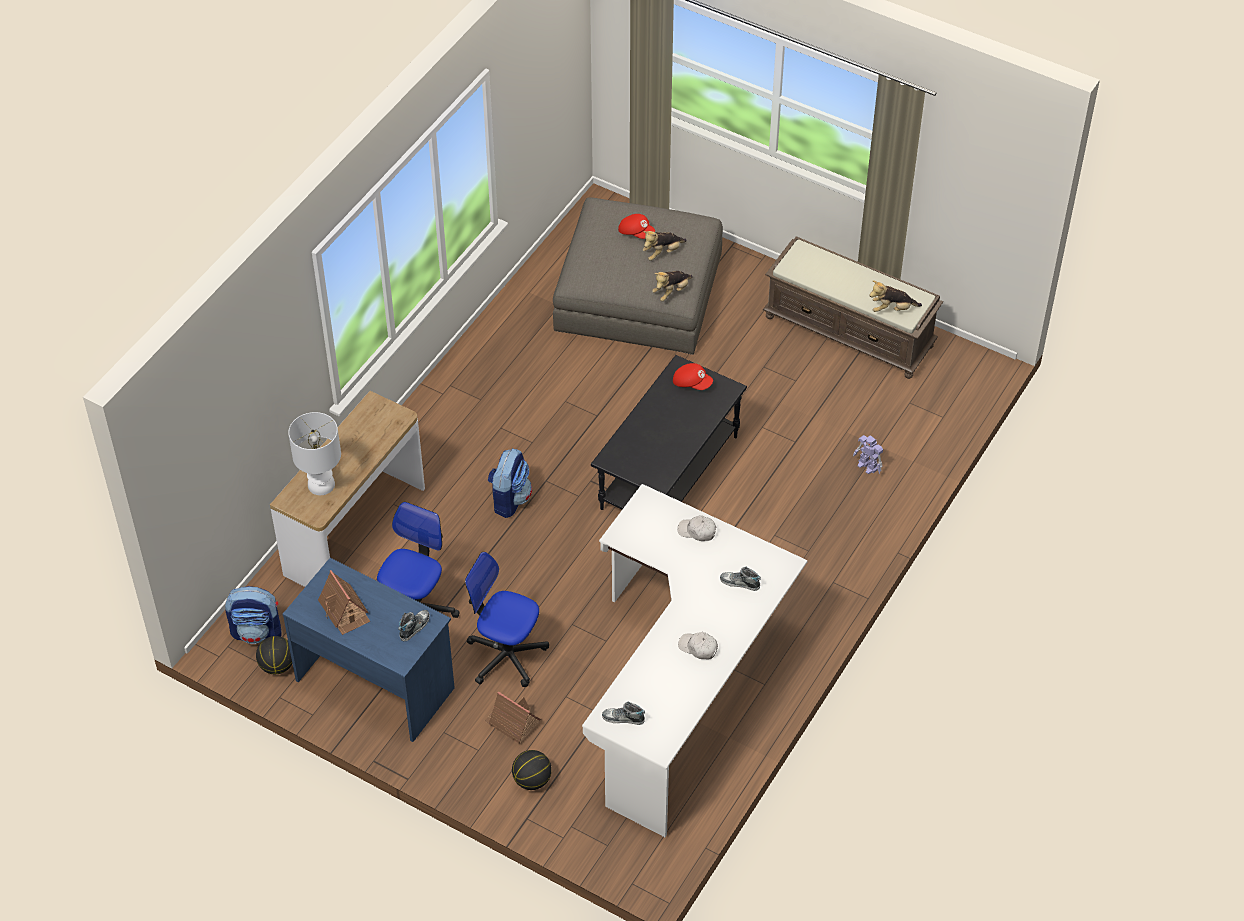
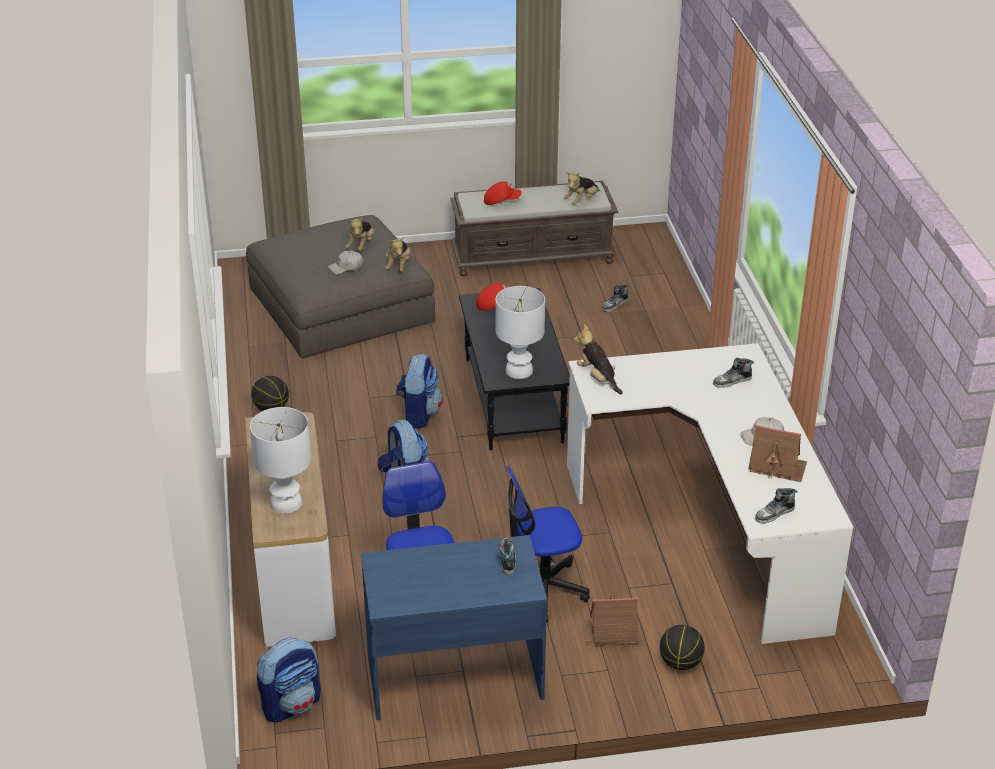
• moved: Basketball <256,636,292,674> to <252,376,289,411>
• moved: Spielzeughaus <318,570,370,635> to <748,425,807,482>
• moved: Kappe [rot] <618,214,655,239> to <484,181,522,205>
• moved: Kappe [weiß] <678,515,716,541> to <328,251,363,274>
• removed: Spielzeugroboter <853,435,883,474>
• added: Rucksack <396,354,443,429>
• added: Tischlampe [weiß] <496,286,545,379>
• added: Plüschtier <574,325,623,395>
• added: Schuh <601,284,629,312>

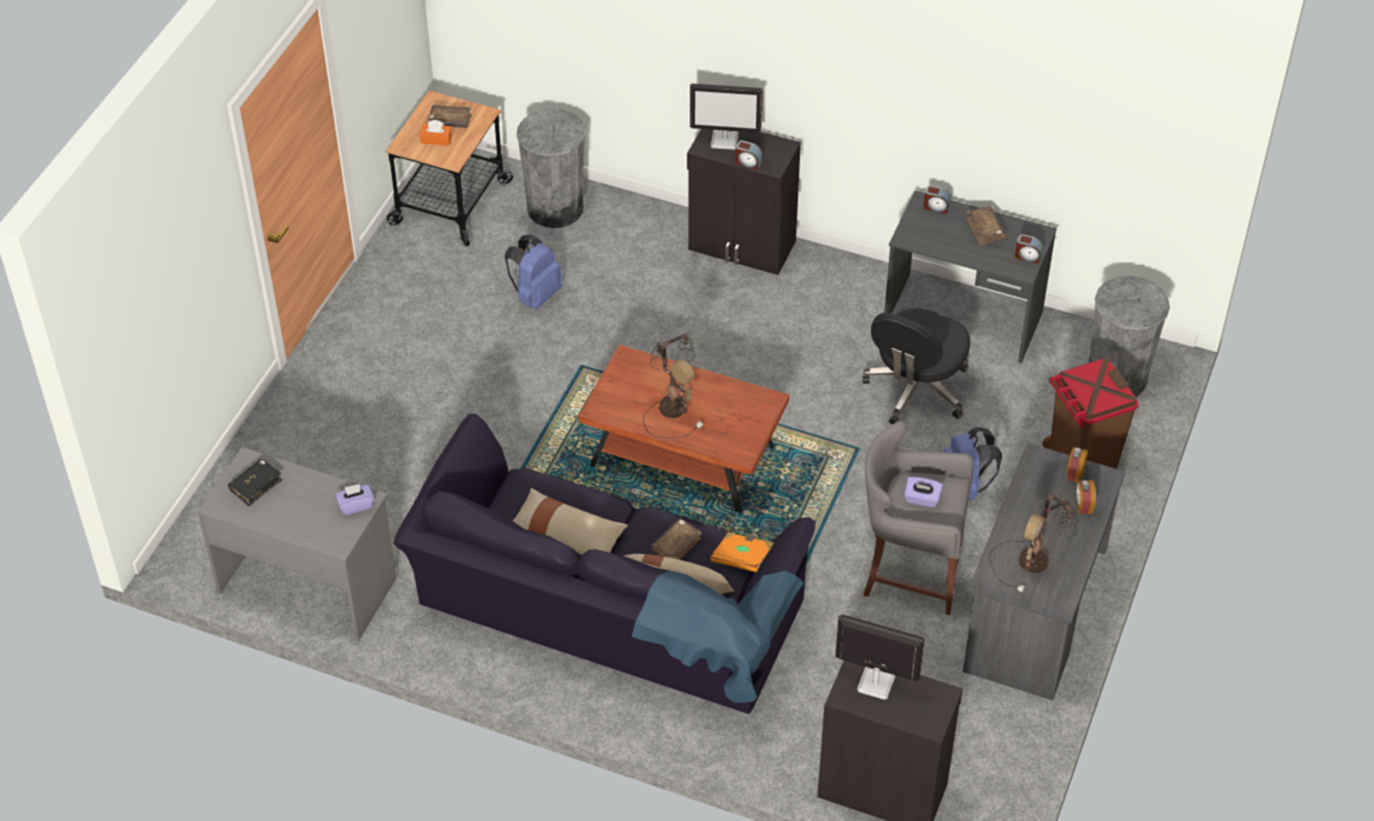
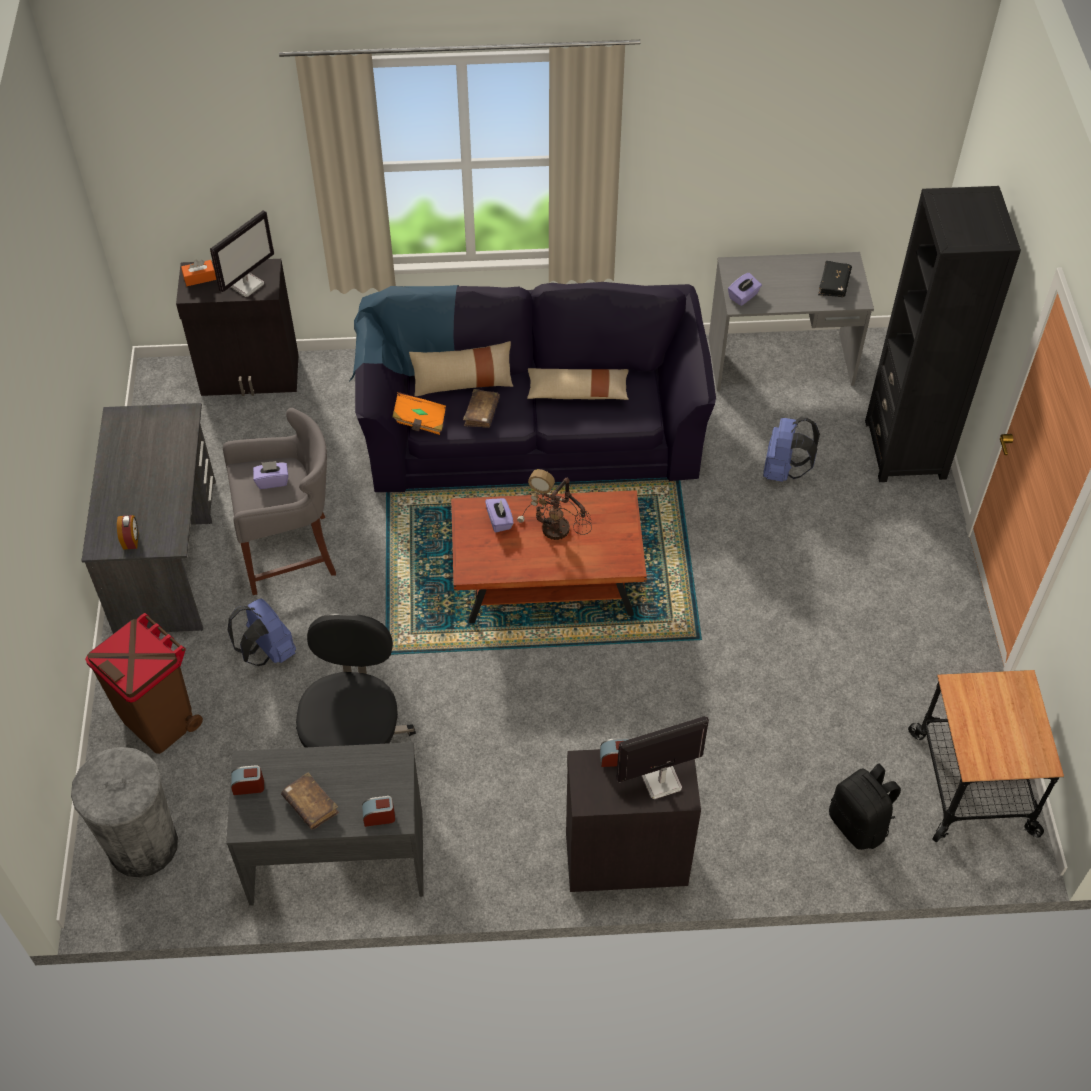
• moved: Taschentuchbox [orange] <420,120,452,146> to <181,259,216,286>
• removed: Buch [braun] <428,105,472,128>
• moved: Rucksack [blau] <505,235,562,309> to <763,417,820,482>
• replaced: Mülleimer [grau] <516,109,586,228> to Rucksack [schwarz] <829,763,901,850>
• turned: Monitor <835,614,925,700> = <210,210,274,297> 45 degrees counterclockwise
• removed: Tischlampe <989,494,1077,592>
• removed: Wecker <1075,480,1096,514>
• added: Taschentuchbox [lila] <485,498,514,532>
• added: Bücherregal [schwarz] <865,186,1021,482>

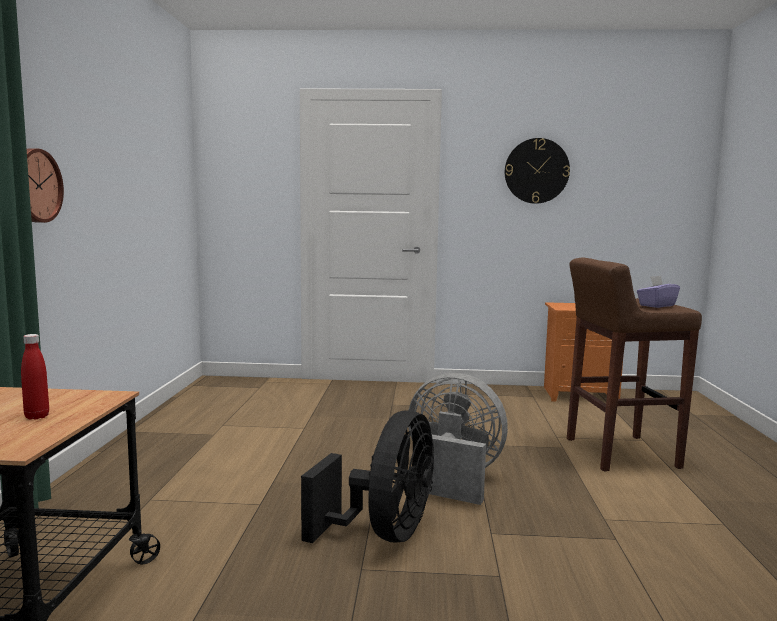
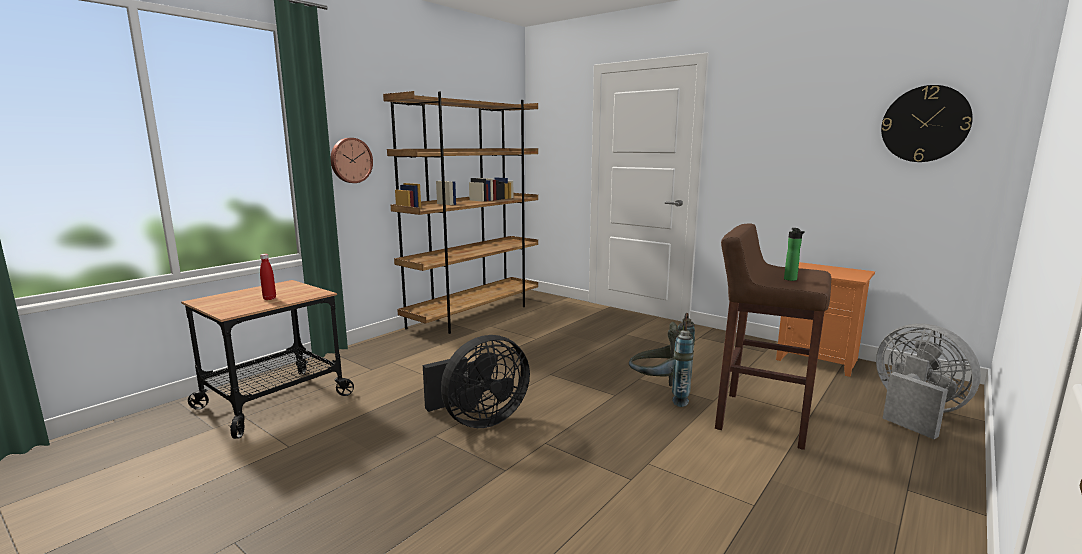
• moved: Ventilator [grau] <408,373,508,505> to <876,323,981,439>
• moved: Wanduhr <505,138,570,204> to <881,85,973,162>
• replaced: Taschentuchbox [lila] <637,276,680,308> to Flasche <784,228,805,281>
• added: Bücherregal [braun] <383,91,538,334>
• added: Rucksack [grau] <629,313,695,407>

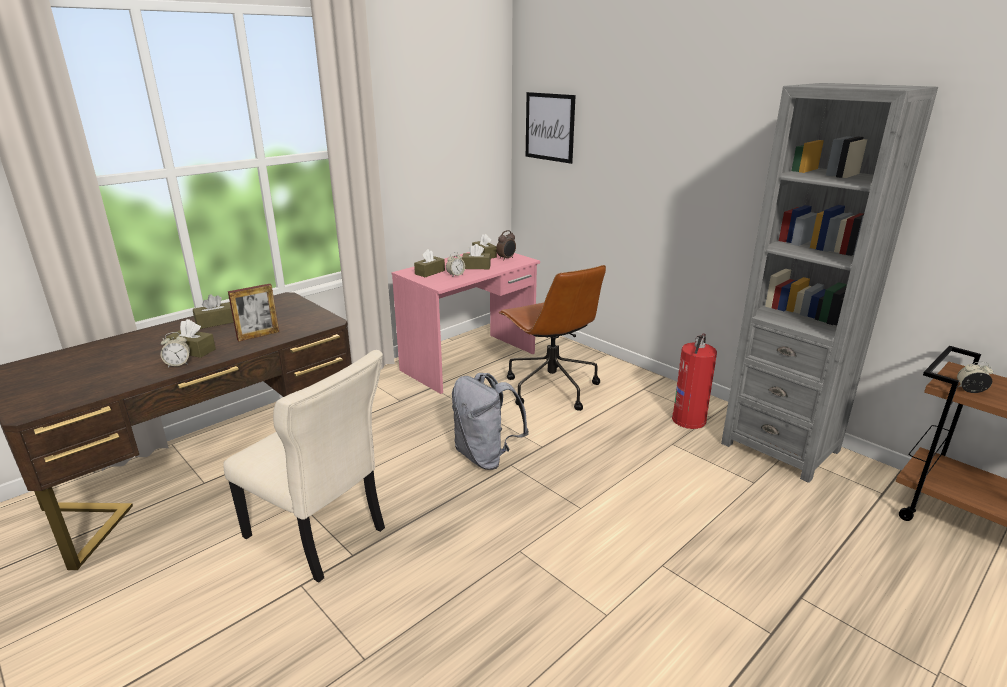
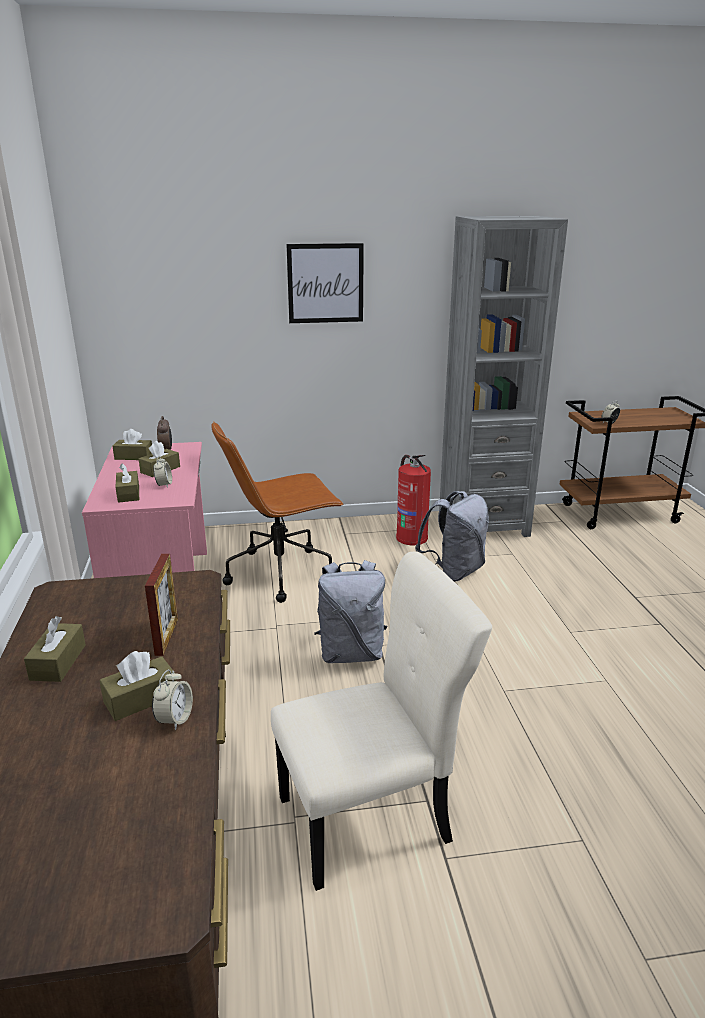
• turned: Bürostuhl [braun] <499,265,606,411> = <212,421,344,603> 150 degrees clockwise
• moved: Bild <526,92,576,164> to <286,243,364,323>
• added: Rucksack [grau] <415,491,489,582>

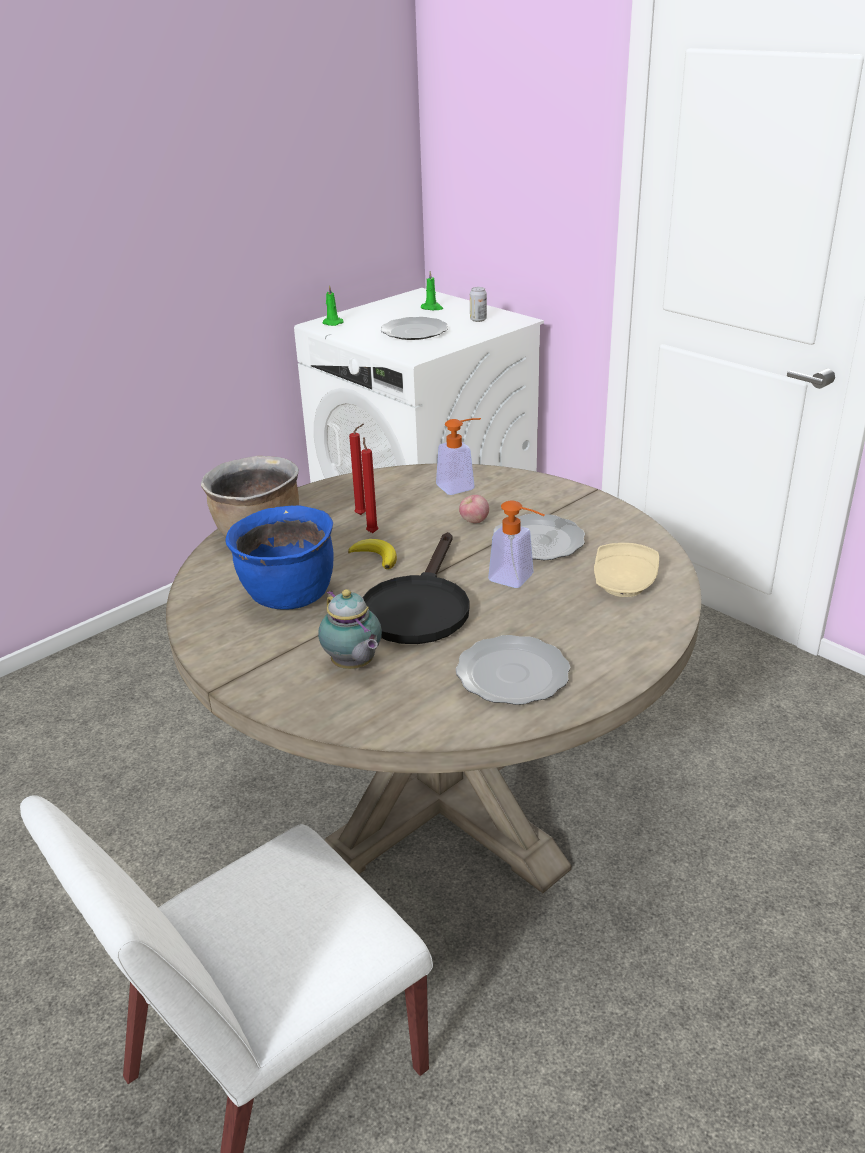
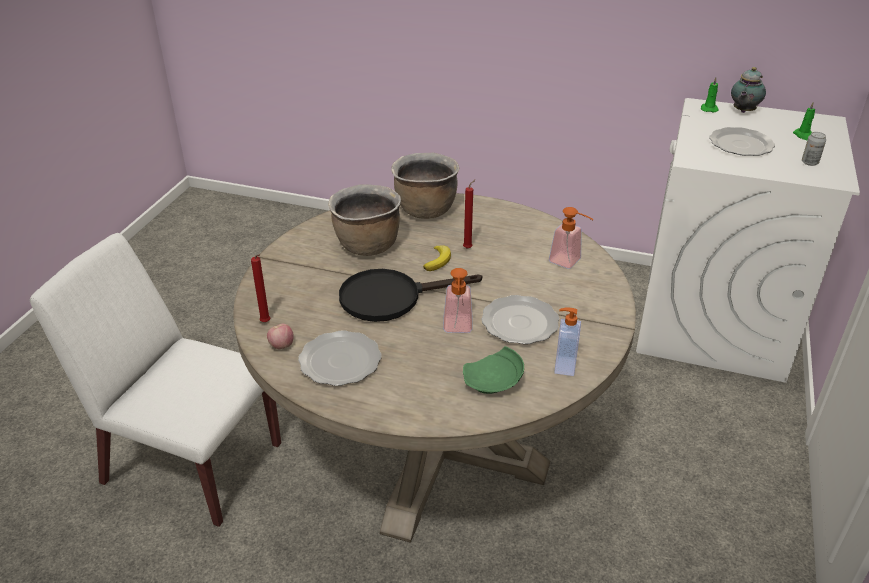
• recoloured: Kochtopf [blau] <226,506,333,609> to Kochtopf [braun] <328,184,401,256>
• moved: Teekanne <318,589,382,669> to <731,67,766,113>
• moved: Kerze [rot] <349,424,366,515> to <251,254,270,322>
• moved: Apfel <459,495,489,523> to <267,324,294,349>
• recoloured: Teller [beige] <594,543,659,597> to Teller [grün] <463,346,524,394>
• added: Seifenspender <554,308,581,376>

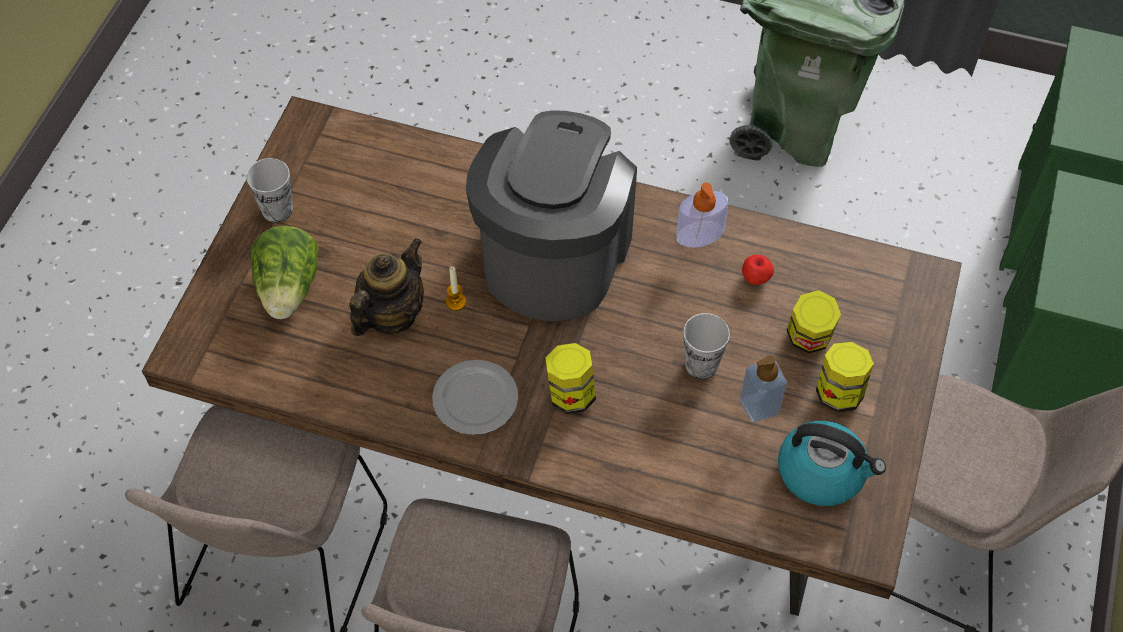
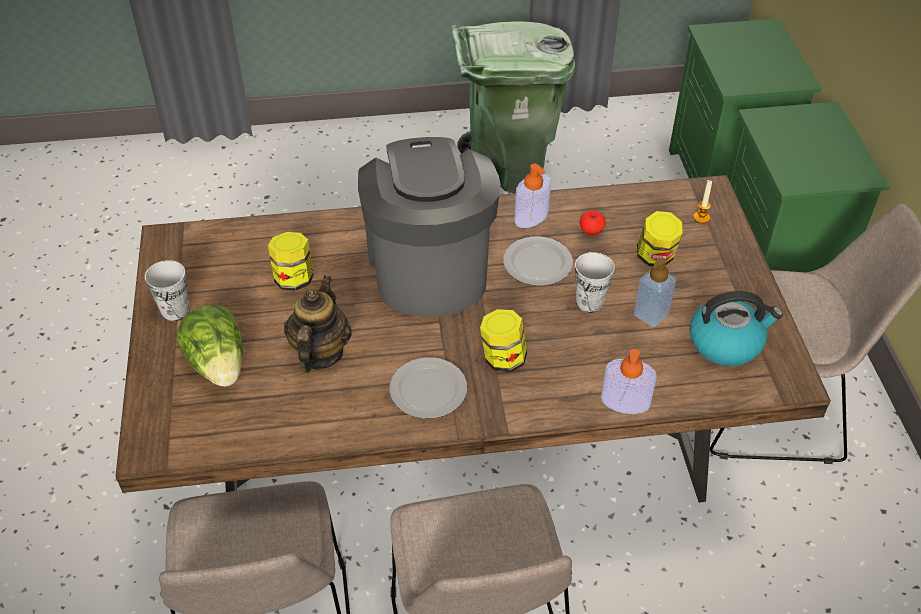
• moved: Kerze <446,266,466,311> to <693,180,712,224>
• moved: Vorratsglas <816,342,874,412> to <268,232,314,291>
• added: Teller <503,236,573,286>
• added: Seifenspender <601,349,657,414>

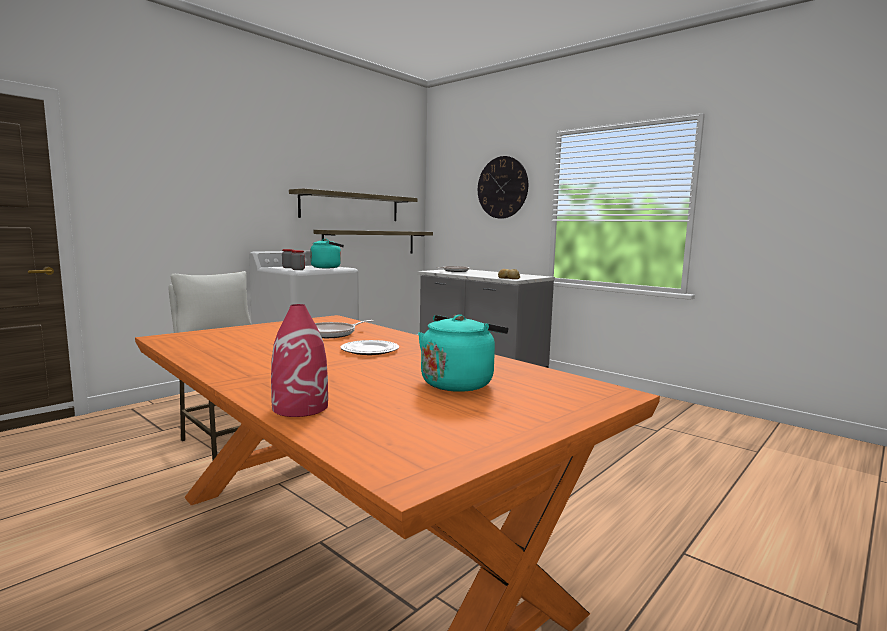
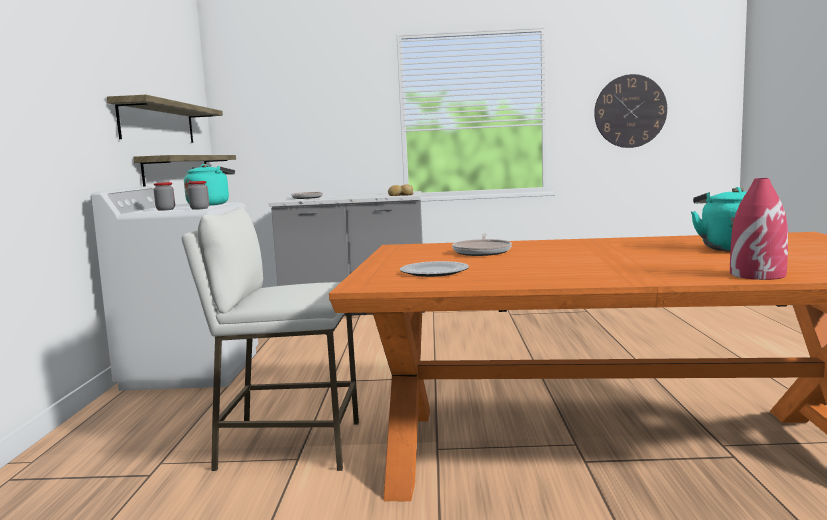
• moved: Teller <341,340,399,355> to <400,261,469,277>
• moved: Wanduhr <478,156,528,219> to <594,74,667,148>

